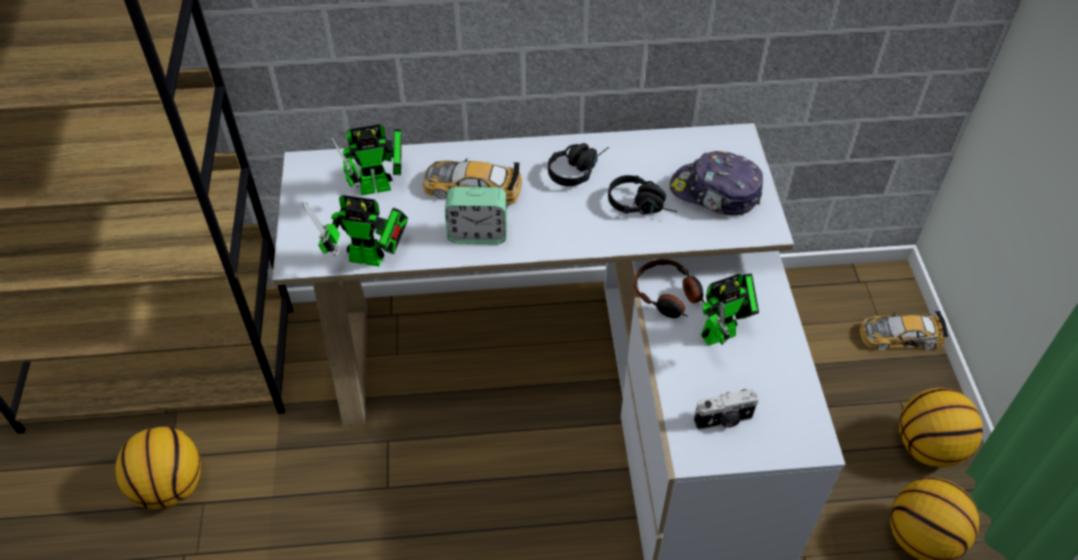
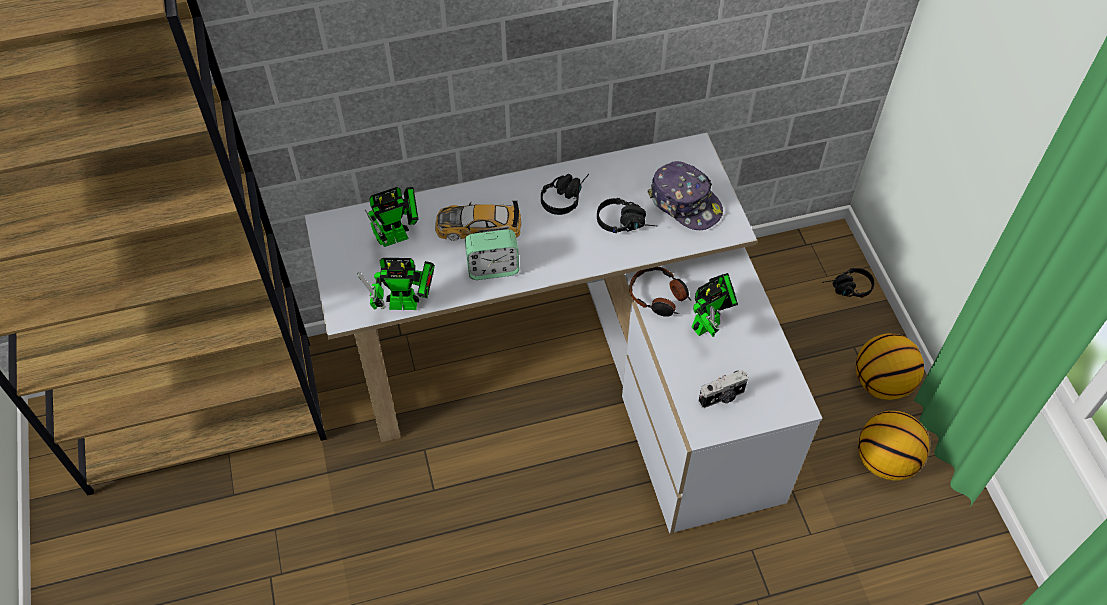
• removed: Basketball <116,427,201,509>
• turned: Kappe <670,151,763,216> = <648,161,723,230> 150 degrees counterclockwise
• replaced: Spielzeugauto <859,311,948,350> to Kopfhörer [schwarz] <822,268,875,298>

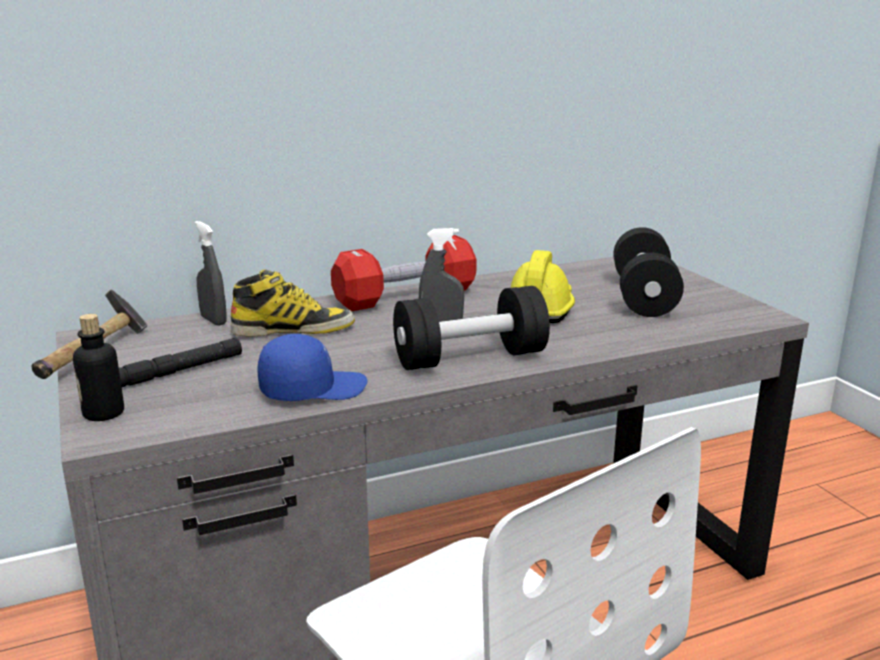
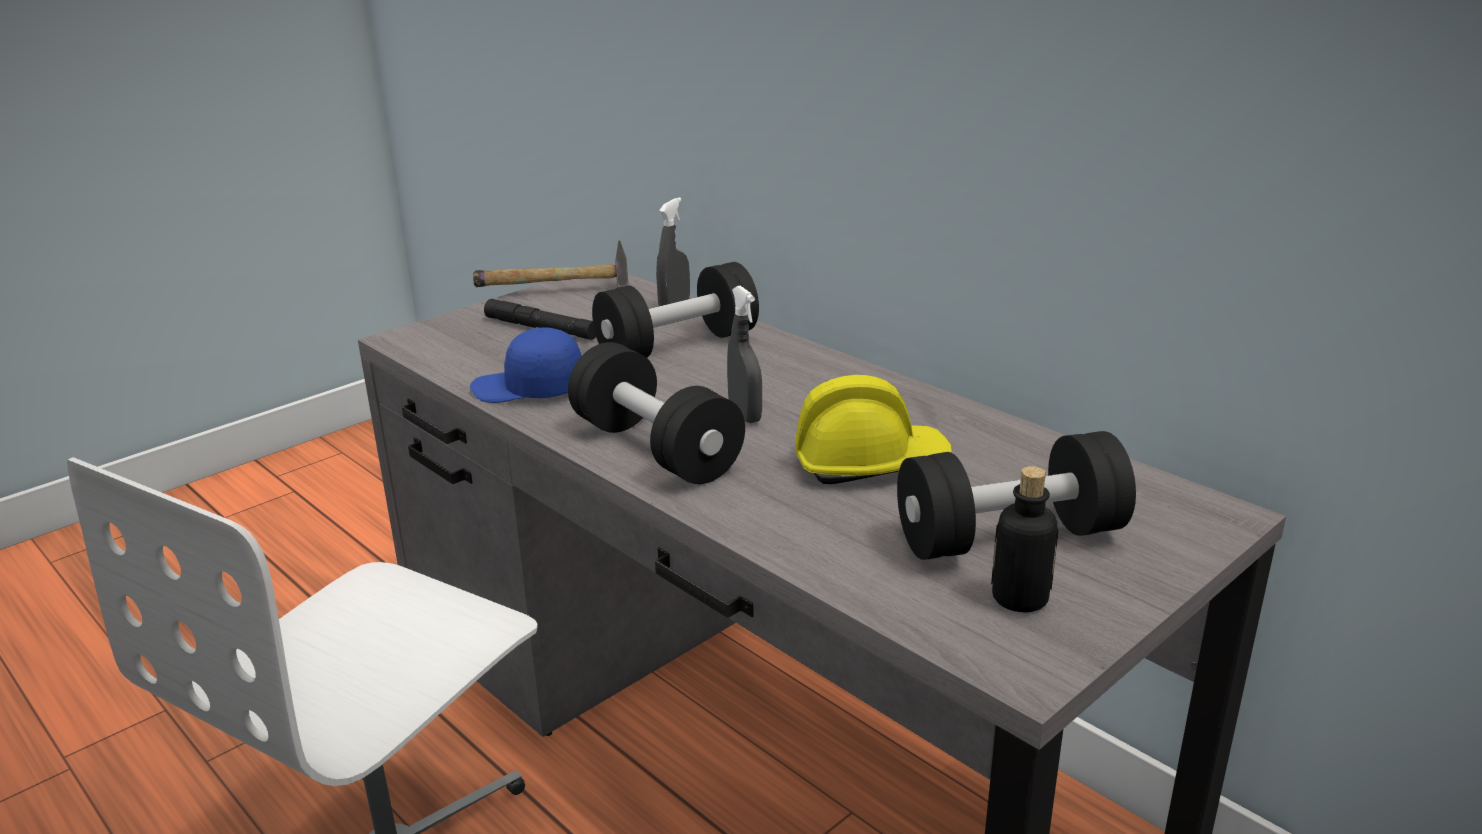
• moved: Flasche <73,314,124,421> to <991,466,1059,612>
• replaced: Stiefel <231,269,355,337> to Hantel [schwarz] <592,262,759,358>
• turned: Kappe [blau] <258,334,367,401> = <470,327,582,403> 135 degrees clockwise
• removed: Hantel [rot] <331,235,477,311>

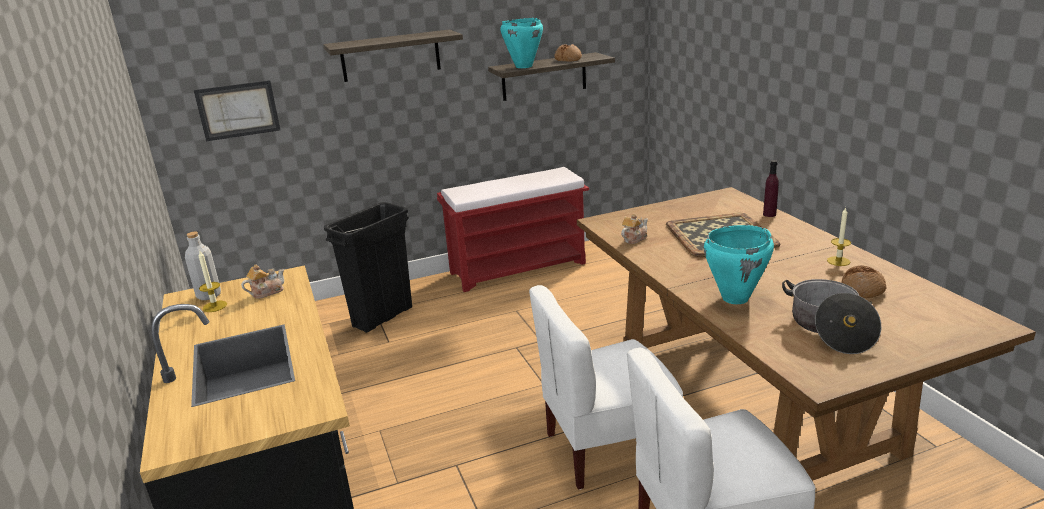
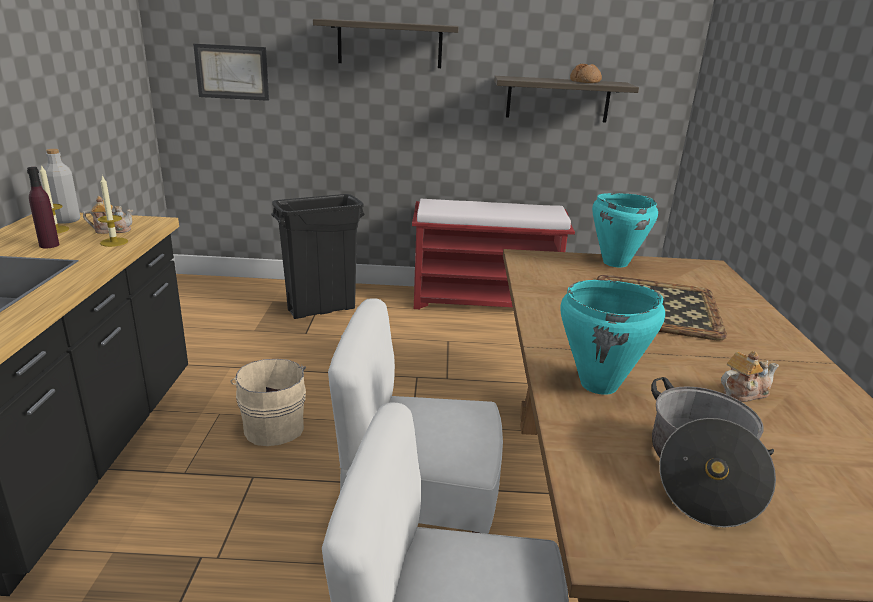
• moved: Kochtopf [türkis] <500,18,543,68> to <592,193,658,268>
• moved: Teekanne <621,214,648,244> to <721,351,779,402>
• moved: Flasche [lila] <763,160,779,217> to <27,167,59,248>
• moved: Kerze <827,207,851,266> to <98,176,128,247>
• removed: Brot <841,265,886,298>
• added: Eimer [beige] <230,359,306,446>

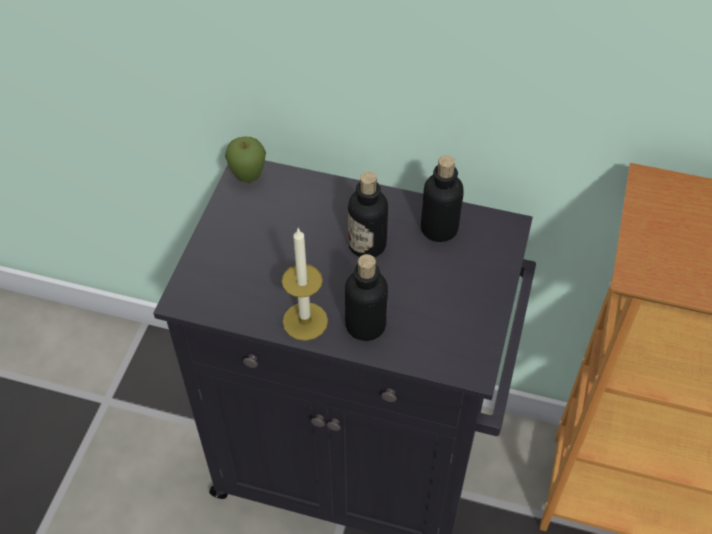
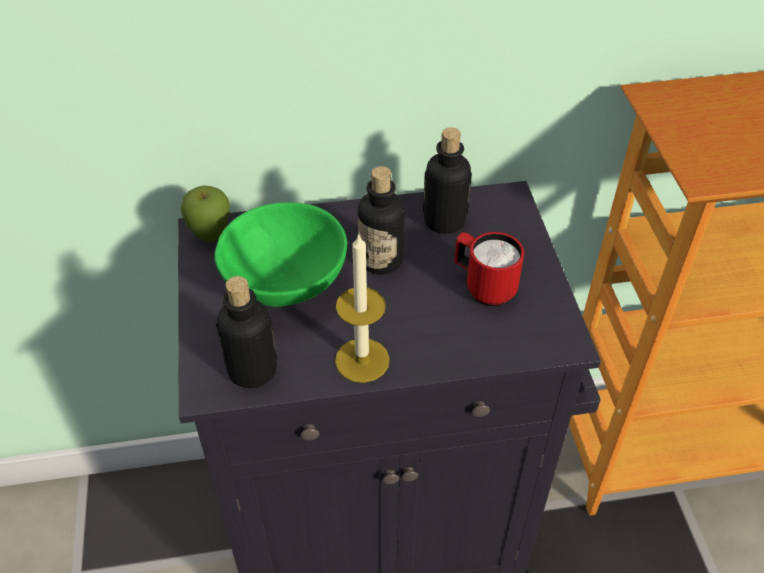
• moved: Flasche <345,254,388,341> to <216,276,278,388>
• added: Schüssel [grün] <214,202,347,307>
• added: Henkelbecher [rot] <454,232,524,306>

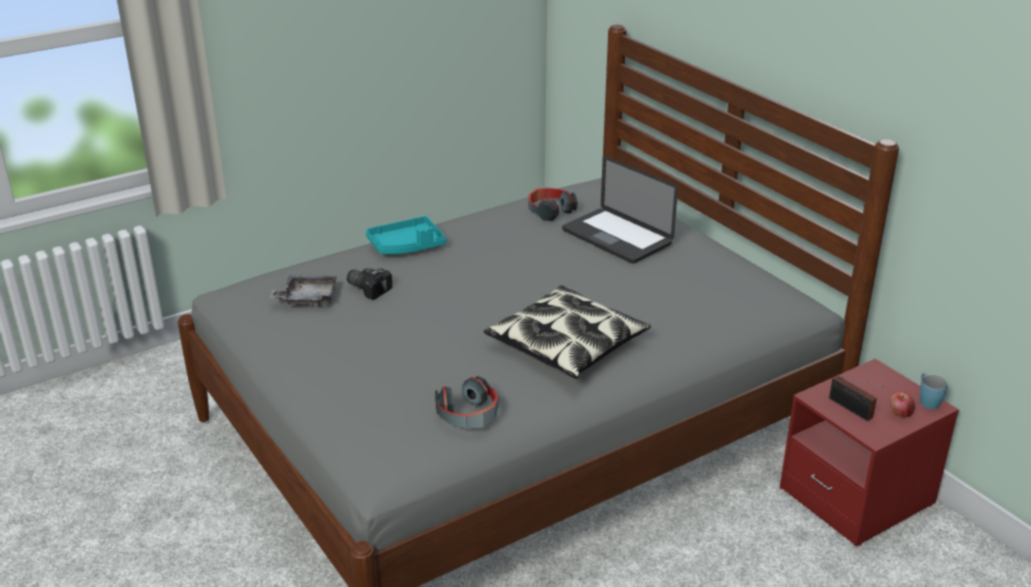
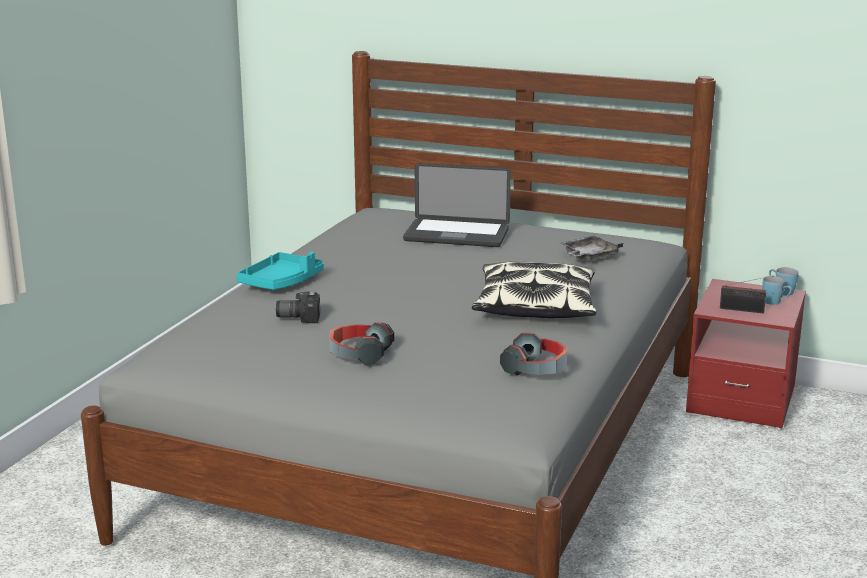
• moved: Tablett [grau] <269,275,337,305> to <561,235,623,260>
• moved: Kopfhörer <529,187,577,221> to <330,322,394,365>
• replaced: Apfel <890,392,915,418> to Henkelbecher [blau] <762,276,792,305>

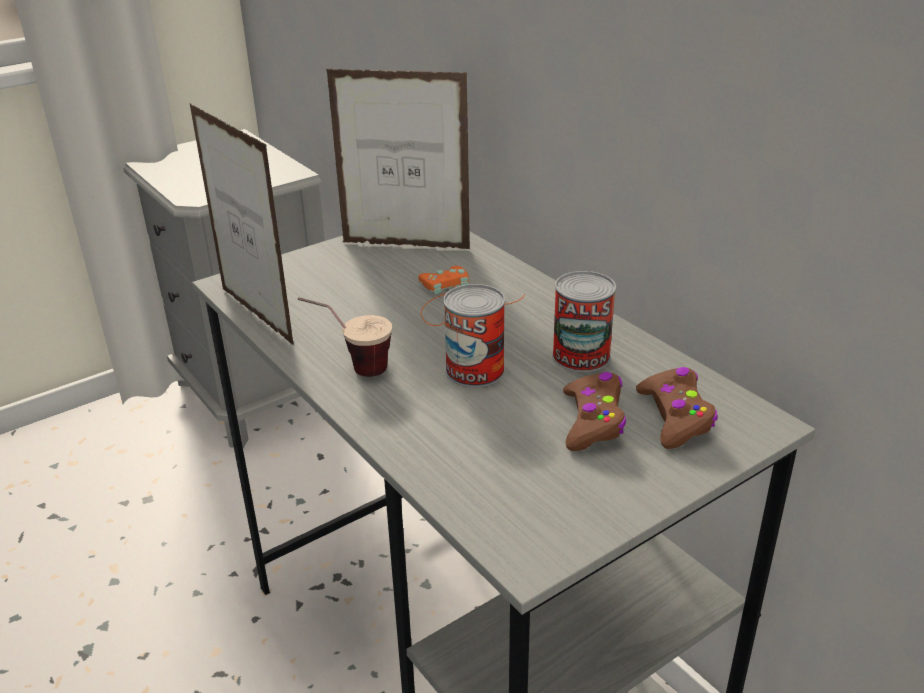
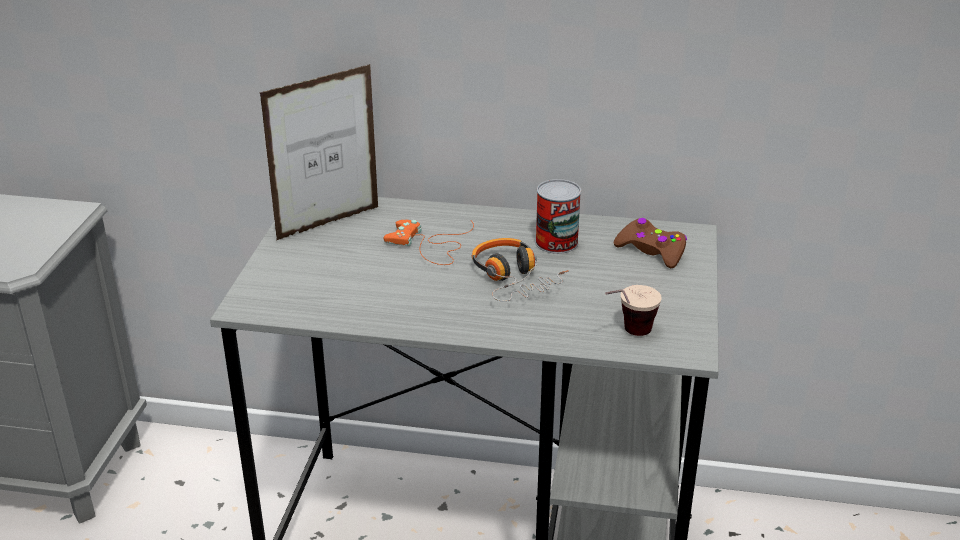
• removed: Bilderrahmen <190,104,294,345>
• moved: Tasse <297,297,392,377> to <605,285,662,336>
• replaced: Dose <443,284,505,387> to Kopfhörer <471,238,569,302>
• removed: Gamepad [braun] <563,372,626,451>

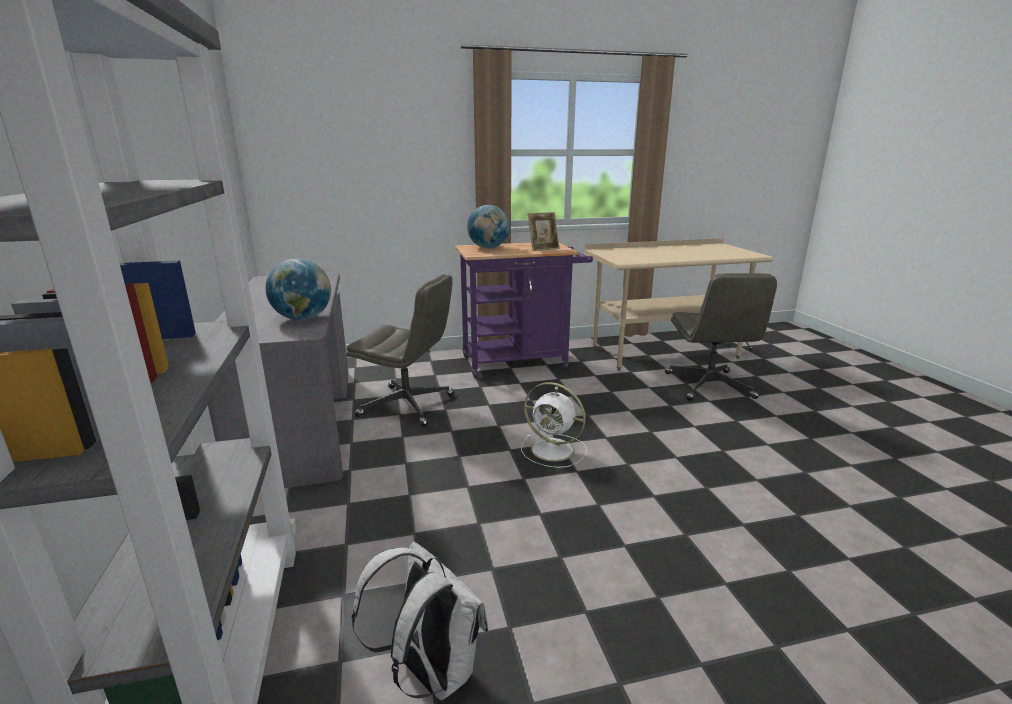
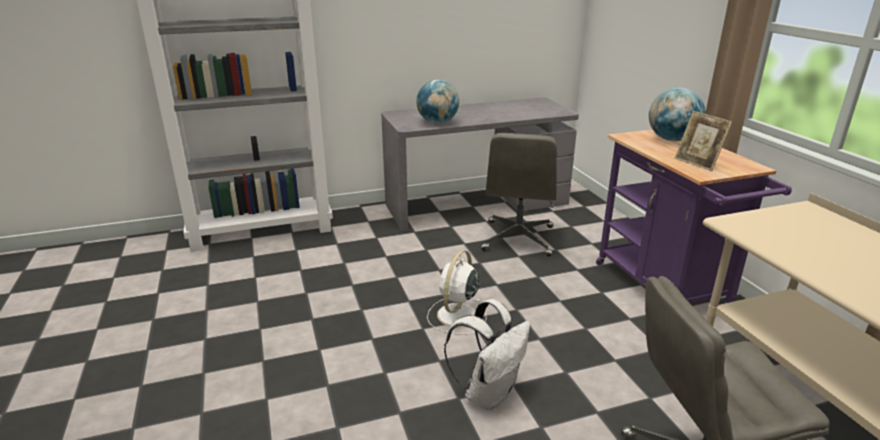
• moved: Rucksack [weiß] <352,542,488,701> to <444,299,531,410>

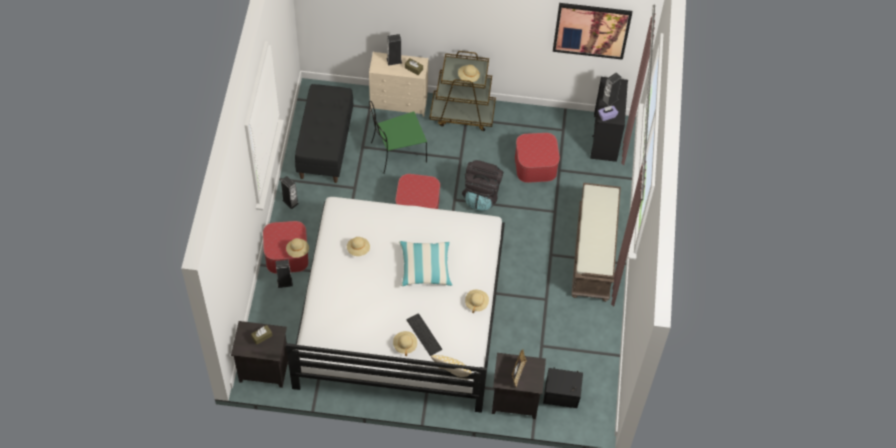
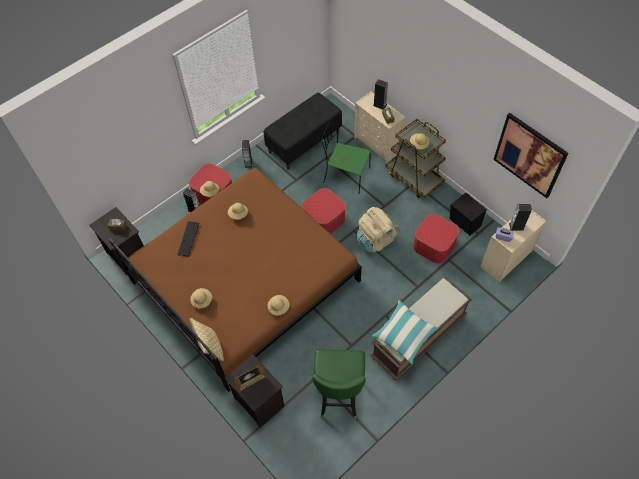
• recoloured: Bett [weiß] <286,197,505,413> to Bett [braun] <108,168,362,392>
• moved: Kissen <399,241,452,286> to <372,301,438,365>
• moved: Tastatur <407,313,442,356> to <177,221,199,256>
• recoloured: Rucksack [schwarz] <462,160,503,211> to Rucksack [beige] <356,207,400,252>
• moved: Lautsprecher [schwarz] <543,368,583,408> to <450,193,487,236>
• recoloured: Kommode [schwarz] <590,77,628,162> to Kommode [beige] <481,210,546,282>
• added: Stuhl [grün] <312,349,366,419>

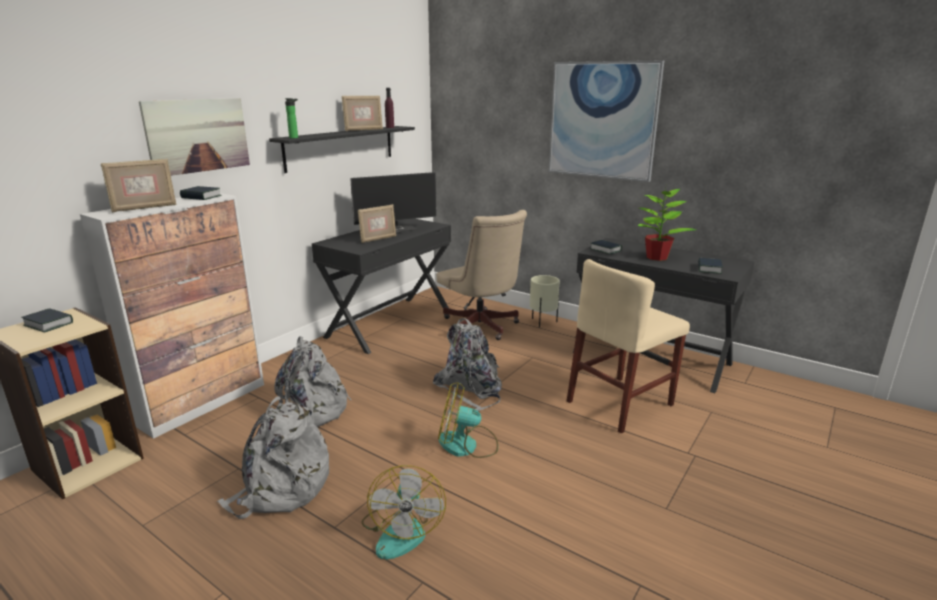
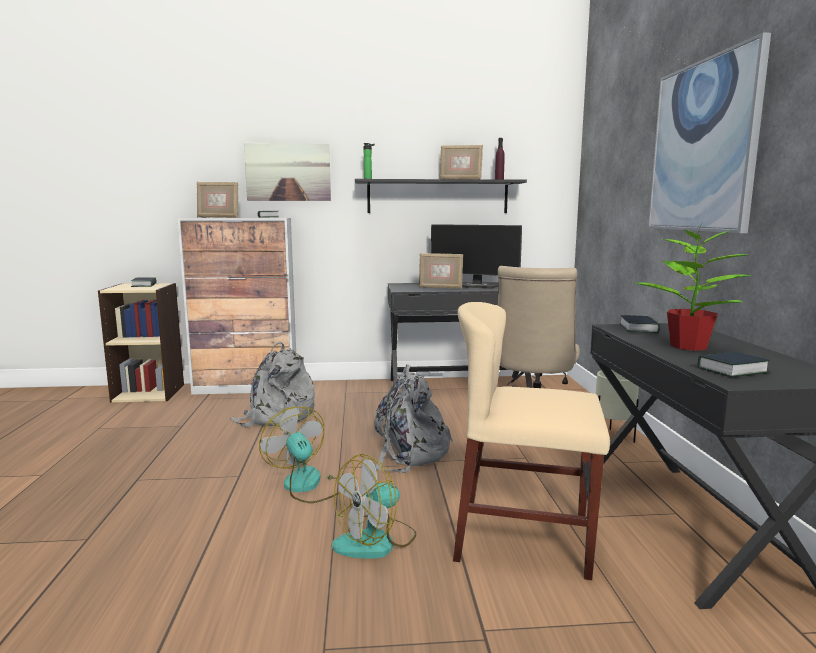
• removed: Rucksack [grau] <217,396,329,519>
• moved: Ventilator <362,465,446,559> to <332,454,417,559>

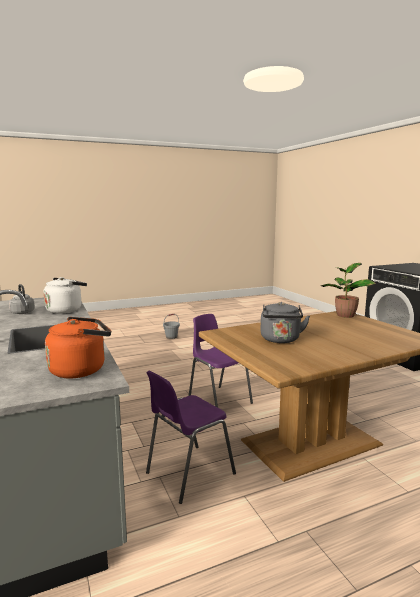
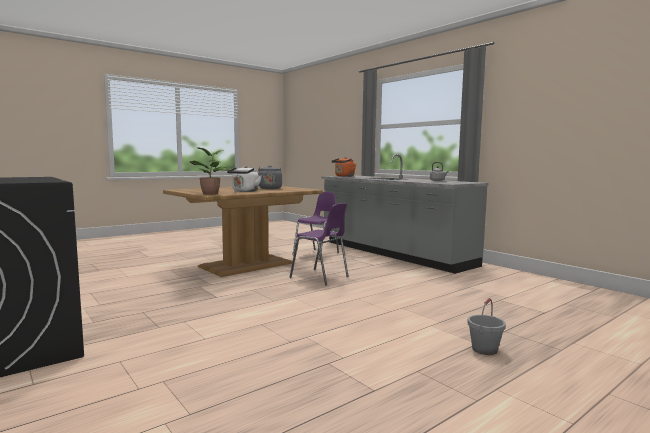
• moved: Wasserkessel [weiß] <43,277,87,314> to <227,166,262,192>

